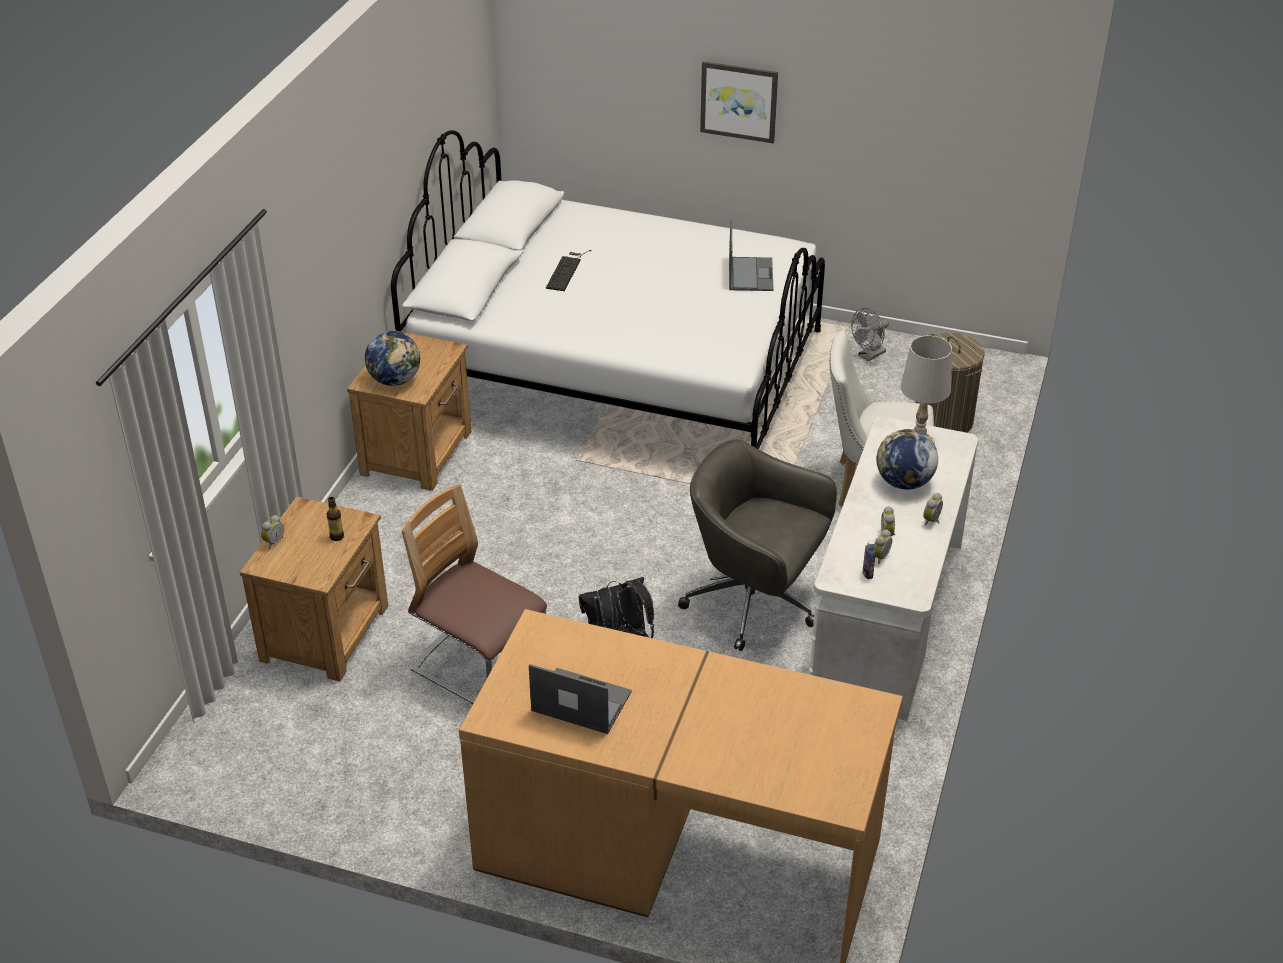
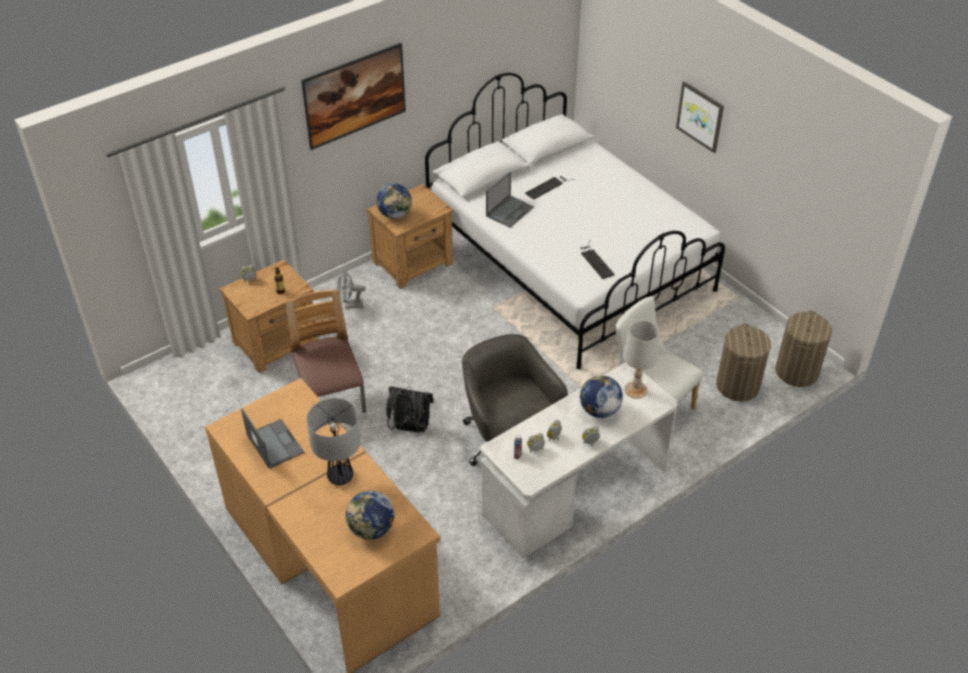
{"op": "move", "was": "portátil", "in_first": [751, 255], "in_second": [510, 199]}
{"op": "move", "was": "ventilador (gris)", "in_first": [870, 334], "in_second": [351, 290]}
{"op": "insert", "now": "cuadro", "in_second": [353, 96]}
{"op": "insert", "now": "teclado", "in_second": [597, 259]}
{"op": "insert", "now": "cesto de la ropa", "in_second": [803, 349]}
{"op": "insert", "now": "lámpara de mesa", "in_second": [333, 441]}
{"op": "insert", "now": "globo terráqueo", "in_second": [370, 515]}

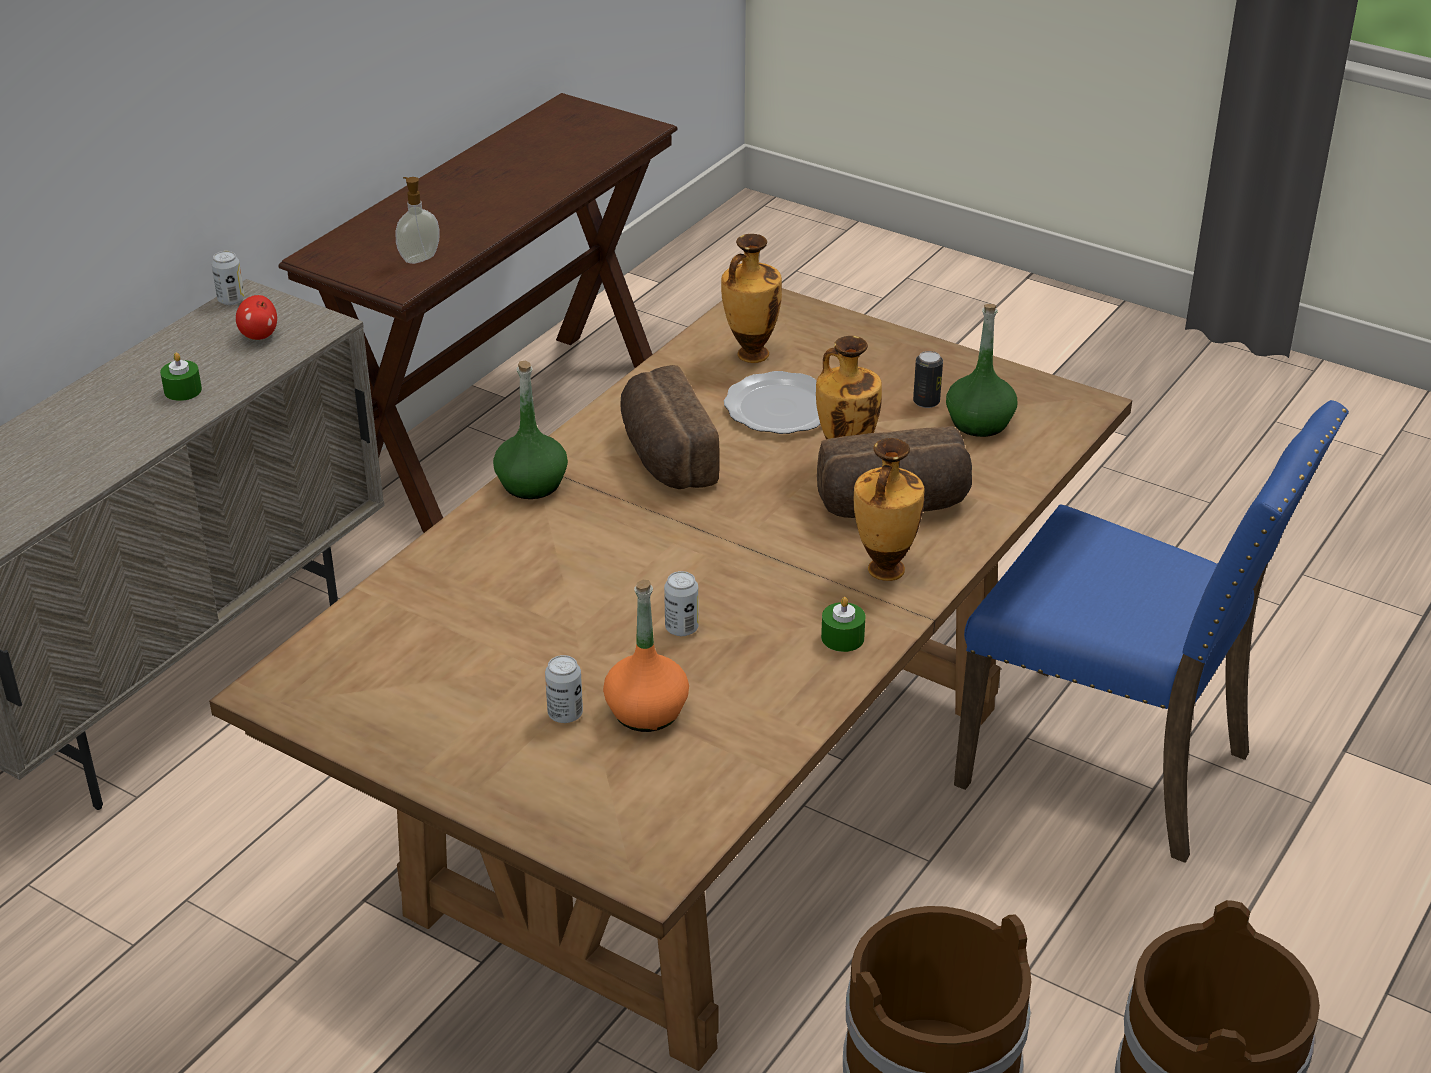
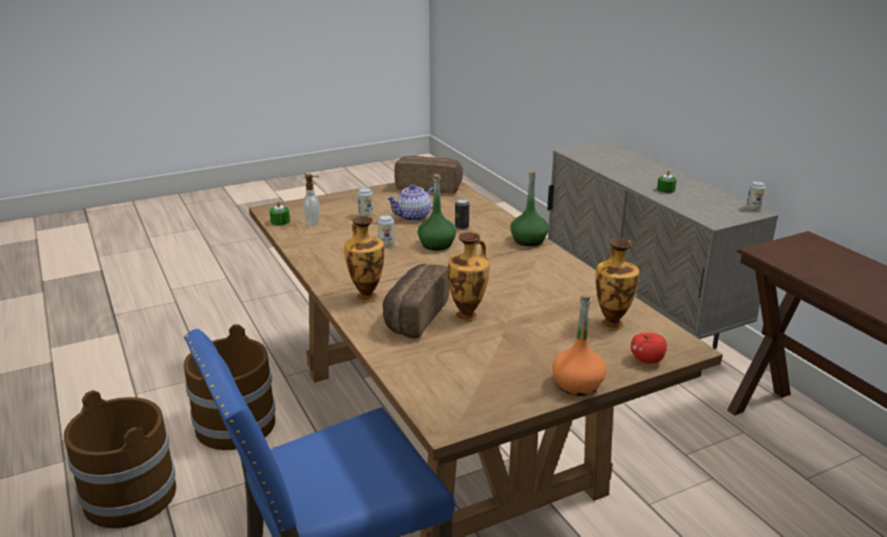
{"op": "move", "was": "dispensador de jabón", "in_first": [418, 220], "in_second": [311, 200]}
{"op": "move", "was": "manzana", "in_first": [256, 317], "in_second": [649, 348]}
{"op": "move", "was": "botella (verde)", "in_first": [981, 370], "in_second": [436, 212]}
{"op": "move", "was": "lata", "in_first": [928, 379], "in_second": [462, 214]}
{"op": "move", "was": "pan", "in_first": [670, 427], "in_second": [429, 174]}
{"op": "delete", "was": "plato", "in_first": [772, 402]}
{"op": "move", "was": "botella (naranja)", "in_first": [646, 656], "in_second": [579, 345]}
{"op": "move", "was": "vela (verde)", "in_first": [843, 624], "in_second": [279, 213]}
{"op": "insert", "now": "tetera", "in_second": [410, 202]}

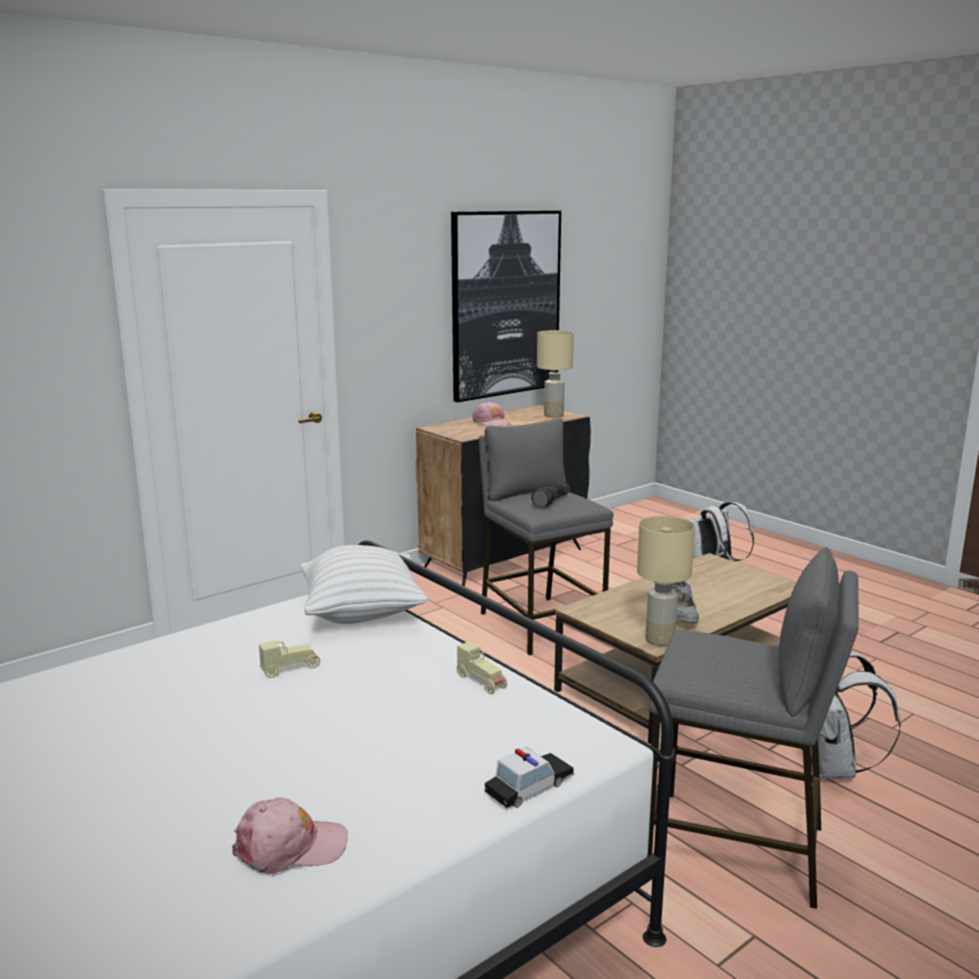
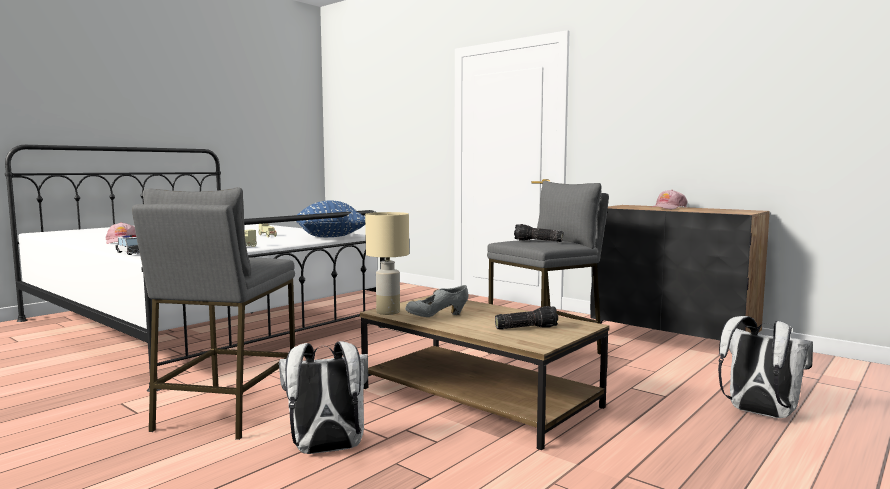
{"op": "delete", "was": "cuadro", "in_first": [506, 306]}
{"op": "delete", "was": "lámpara de mesa (beis)", "in_first": [555, 374]}
{"op": "recolor", "was": "cojín (blanco)", "now": "cojín (azul)", "in_first": [364, 584], "in_second": [330, 218]}
{"op": "insert", "now": "linterna", "in_second": [526, 318]}

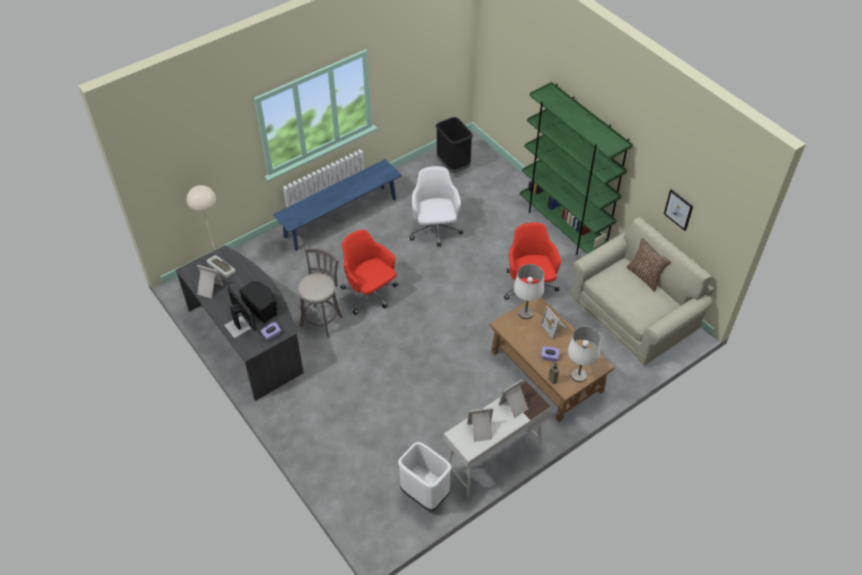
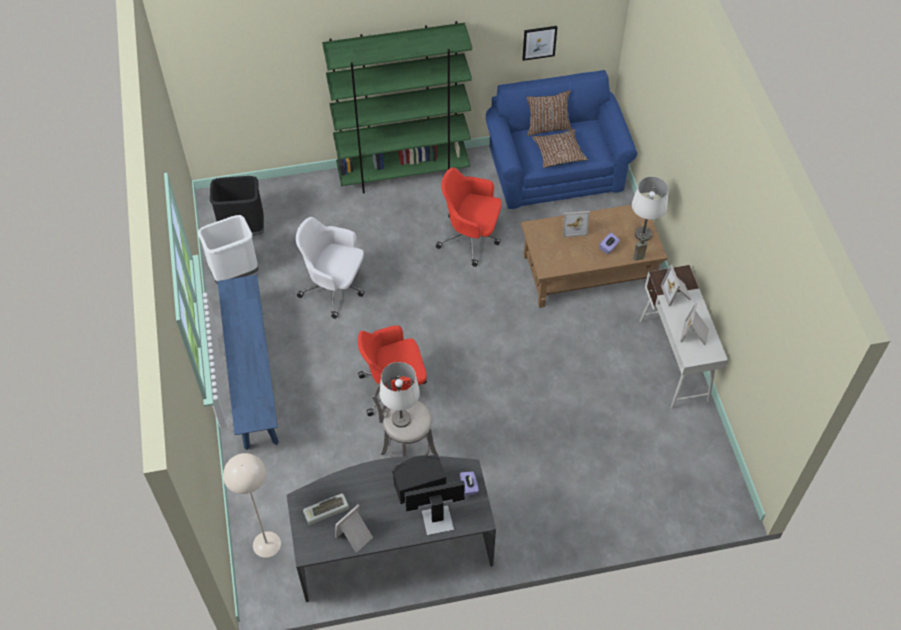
{"op": "recolor", "was": "sofá (beis)", "now": "sofá (azul)", "in_first": [642, 291], "in_second": [561, 139]}
{"op": "move", "was": "lámpara de mesa (blanco)", "in_first": [529, 291], "in_second": [399, 395]}
{"op": "move", "was": "papelera (blanco)", "in_first": [425, 477], "in_second": [228, 249]}
{"op": "insert", "now": "cojín (marrón)", "in_second": [560, 148]}

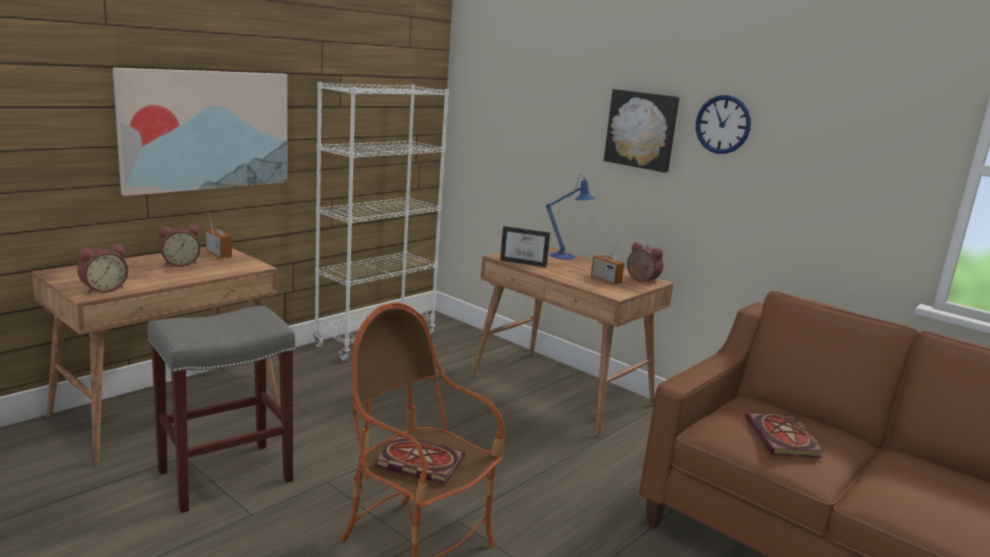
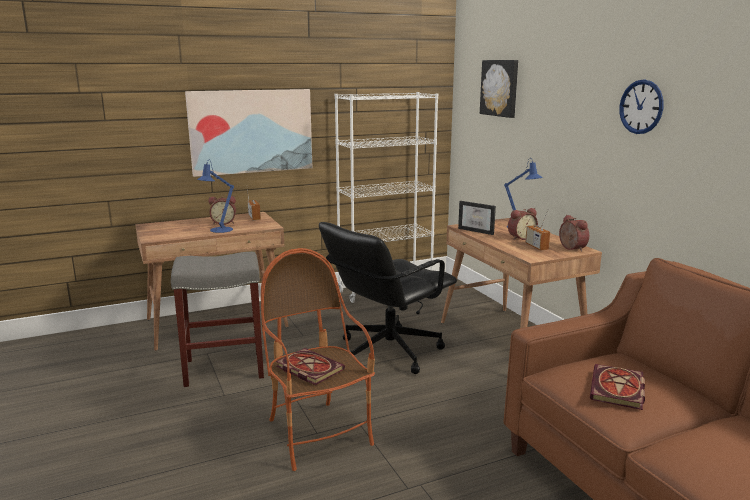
{"op": "move", "was": "cuadro", "in_first": [641, 130], "in_second": [499, 89]}
{"op": "move", "was": "despertador", "in_first": [102, 269], "in_second": [523, 224]}
{"op": "insert", "now": "lámpara de mesa (azul)", "in_second": [215, 196]}
{"op": "insert", "now": "silla de oficina (negro)", "in_second": [388, 298]}

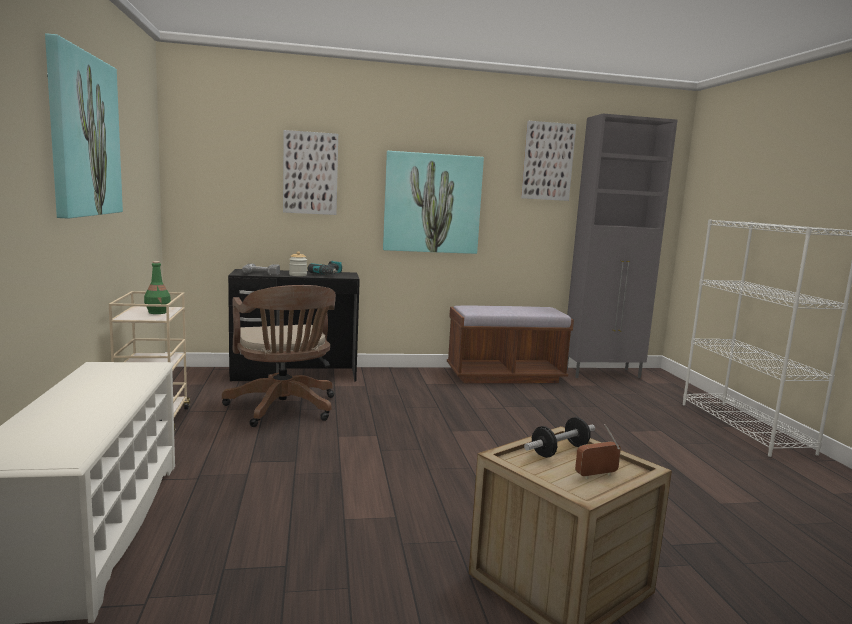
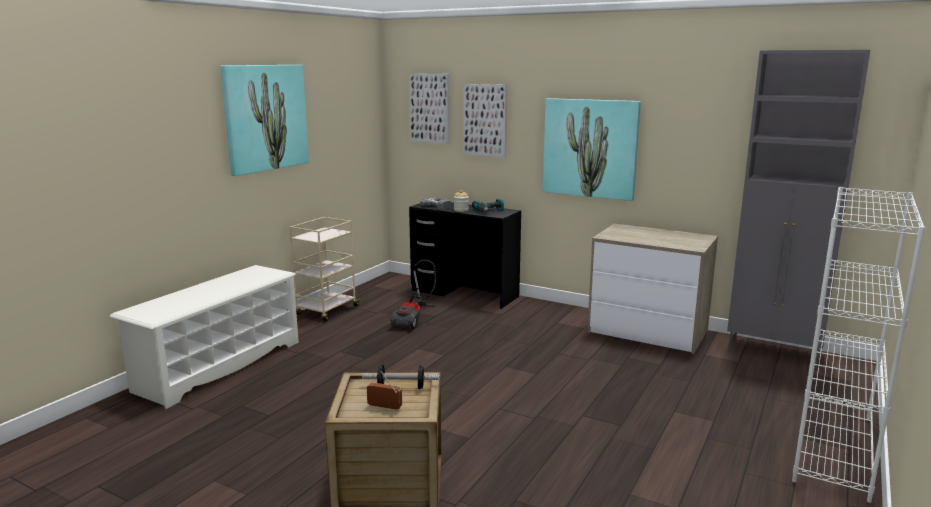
{"op": "move", "was": "cuadro", "in_first": [548, 161], "in_second": [429, 108]}
{"op": "delete", "was": "botella (verde)", "in_first": [157, 287]}
{"op": "replace", "was": "silla de oficina (marrón)", "now": "aspiradora", "in_first": [279, 356], "in_second": [413, 294]}
{"op": "replace", "was": "banco (marrón)", "now": "cómoda", "in_first": [510, 344], "in_second": [652, 289]}

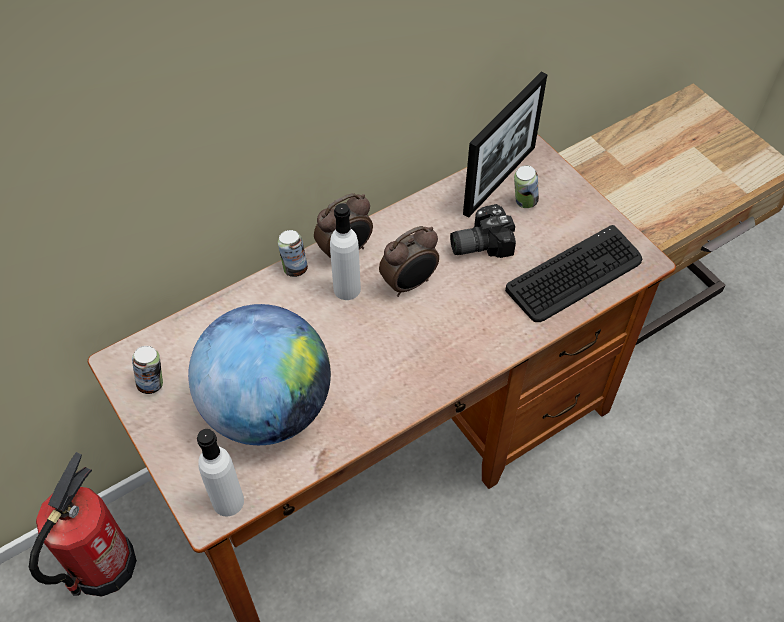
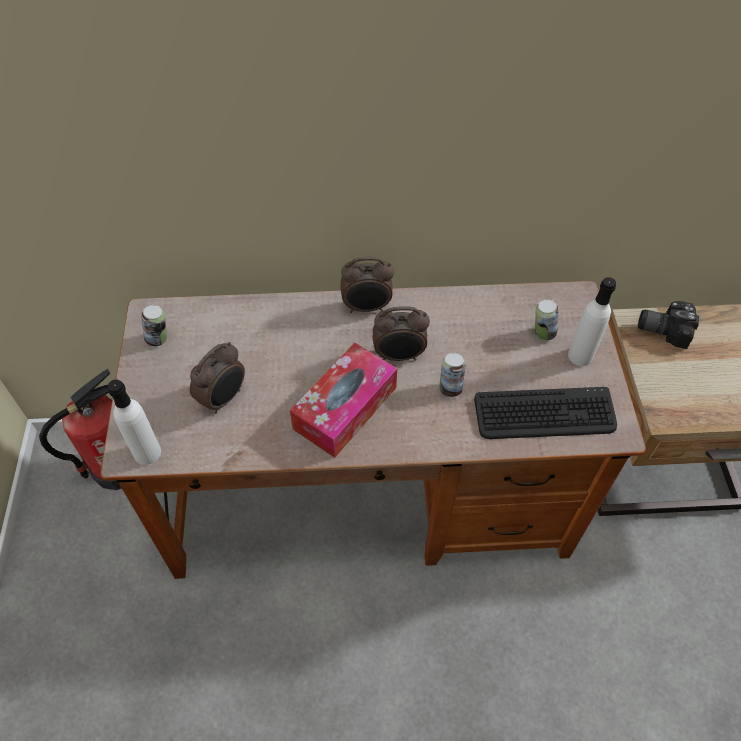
{"op": "delete", "was": "portarretratos", "in_first": [505, 144]}
{"op": "move", "was": "botella (blanco)", "in_first": [345, 251], "in_second": [592, 321]}
{"op": "move", "was": "cámara", "in_first": [483, 231], "in_second": [668, 325]}
{"op": "move", "was": "lata", "in_first": [293, 253], "in_second": [452, 375]}
{"op": "replace", "was": "globo terráqueo", "now": "despertador", "in_first": [259, 374], "in_second": [217, 378]}
{"op": "insert", "now": "caja de pañuelos", "in_second": [343, 400]}

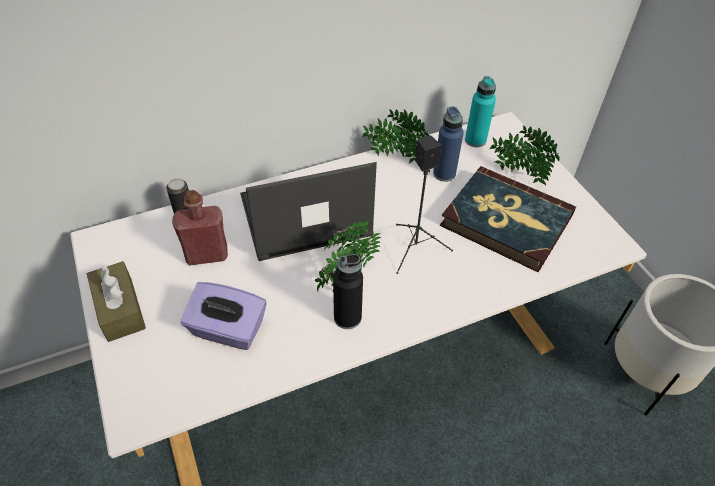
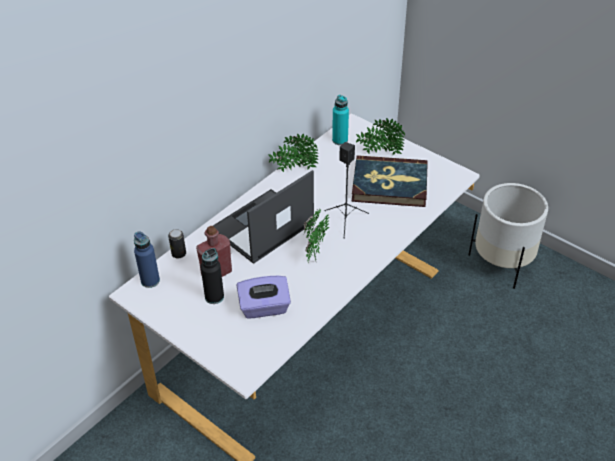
{"op": "move", "was": "botella (azul)", "in_first": [448, 144], "in_second": [147, 260]}
{"op": "move", "was": "botella (negro)", "in_first": [348, 291], "in_second": [212, 276]}
{"op": "delete", "was": "caja de pañuelos (marrón)", "in_first": [116, 301]}

